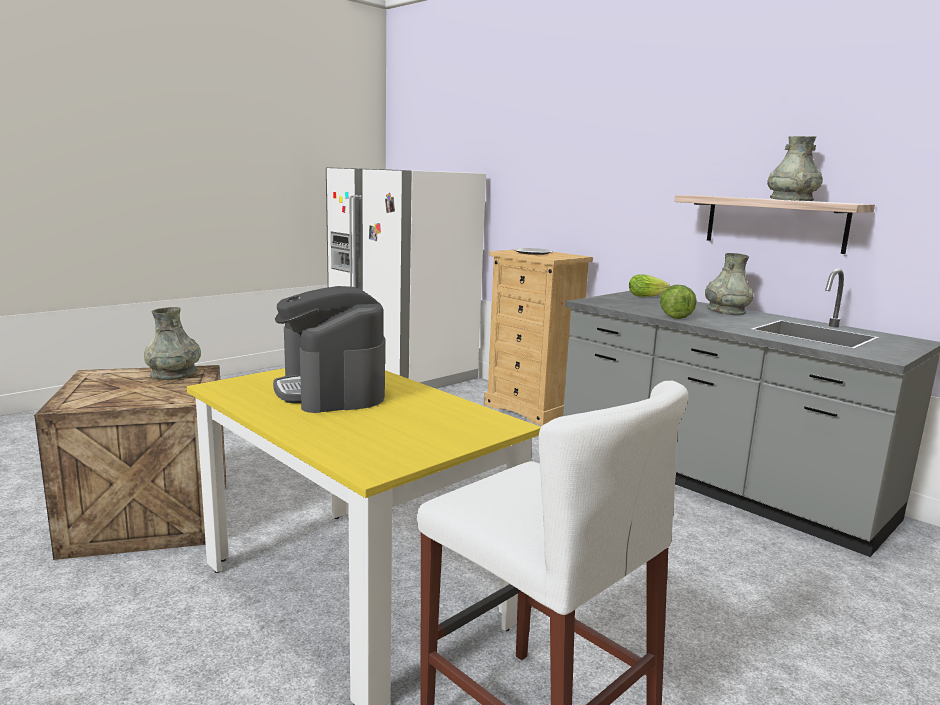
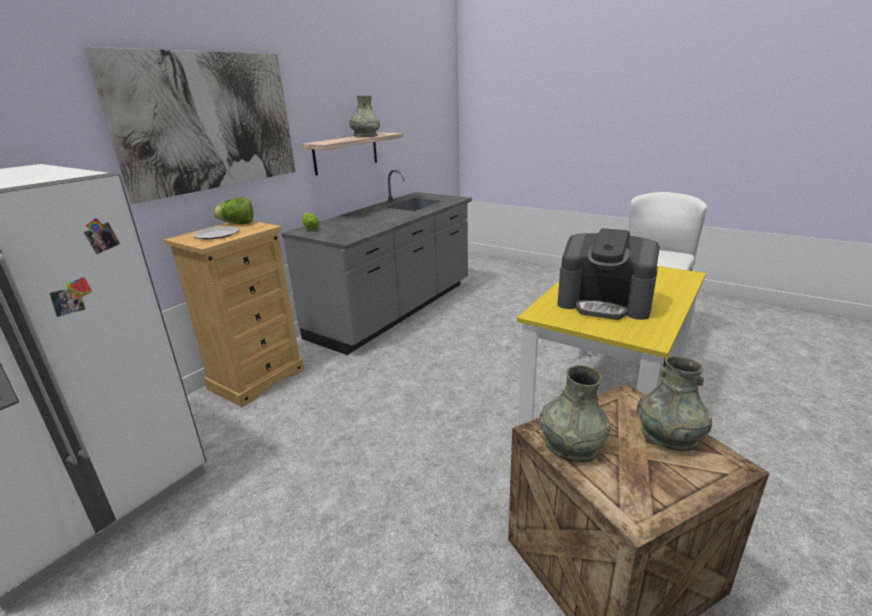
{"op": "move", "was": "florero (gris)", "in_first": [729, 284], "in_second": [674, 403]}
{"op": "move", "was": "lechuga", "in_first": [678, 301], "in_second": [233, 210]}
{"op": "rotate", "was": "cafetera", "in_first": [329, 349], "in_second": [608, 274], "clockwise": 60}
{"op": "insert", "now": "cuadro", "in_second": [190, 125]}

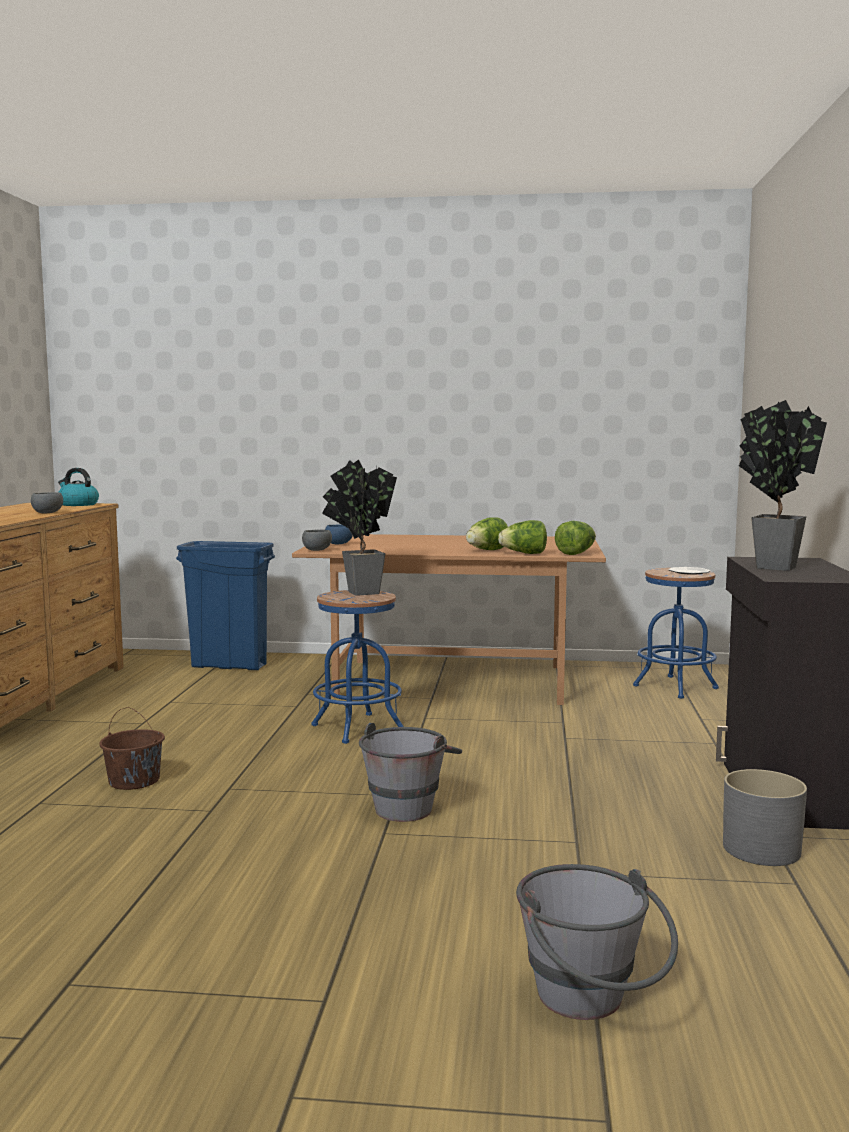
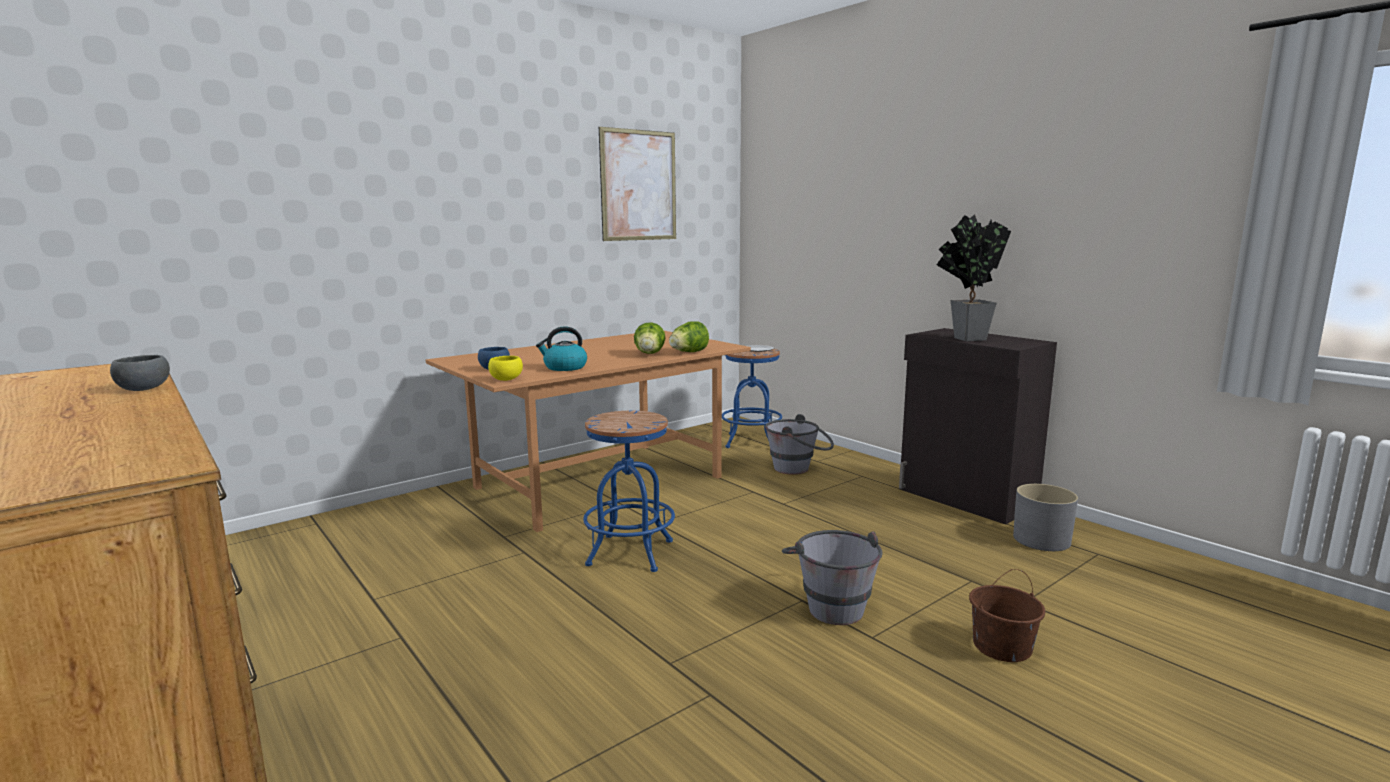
{"op": "delete", "was": "planta en maceta", "in_first": [359, 527]}
{"op": "move", "was": "hervidor", "in_first": [78, 487], "in_second": [561, 349]}
{"op": "delete", "was": "lechuga", "in_first": [575, 538]}
{"op": "recolor", "was": "cuenco (gris)", "now": "cuenco (amarillo)", "in_first": [317, 540], "in_second": [505, 368]}
{"op": "delete", "was": "papelera (azul)", "in_first": [225, 605]}
{"op": "move", "was": "cubo (marrón)", "in_first": [132, 748], "in_second": [1007, 615]}
{"op": "move", "was": "cubo (gris)", "in_first": [597, 942], "in_second": [799, 444]}
{"op": "insert", "now": "cuadro", "in_second": [637, 184]}

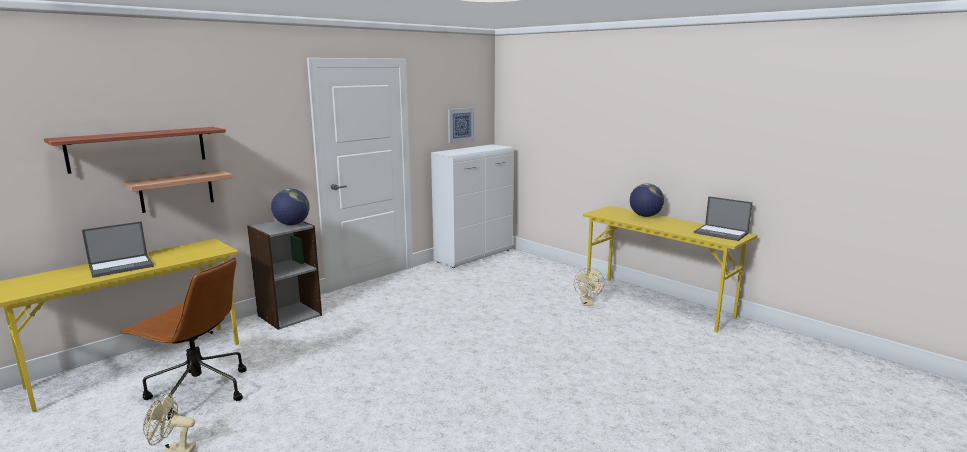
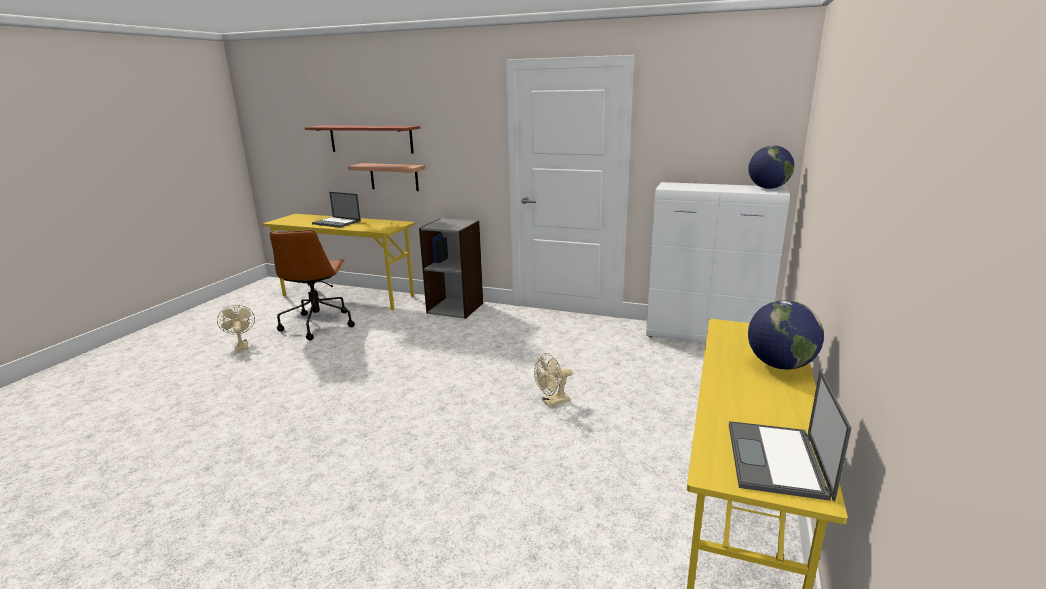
{"op": "delete", "was": "cuadro", "in_first": [461, 125]}
{"op": "move", "was": "globo terráqueo", "in_first": [290, 207], "in_second": [771, 167]}
{"op": "move", "was": "ventilador (beis)", "in_first": [589, 286], "in_second": [553, 380]}

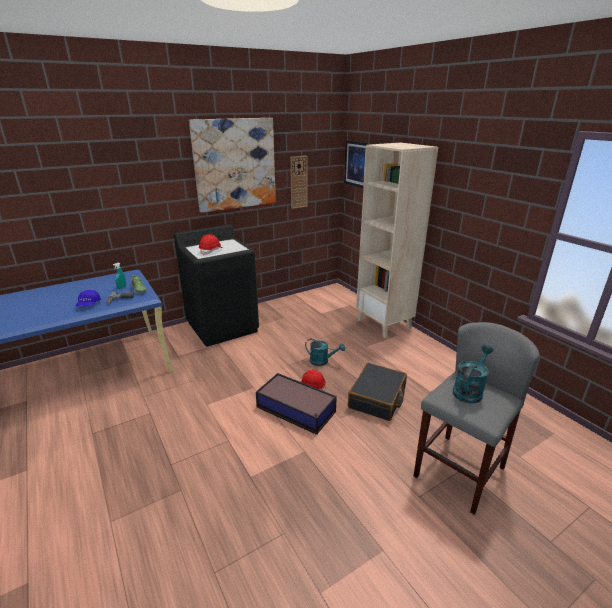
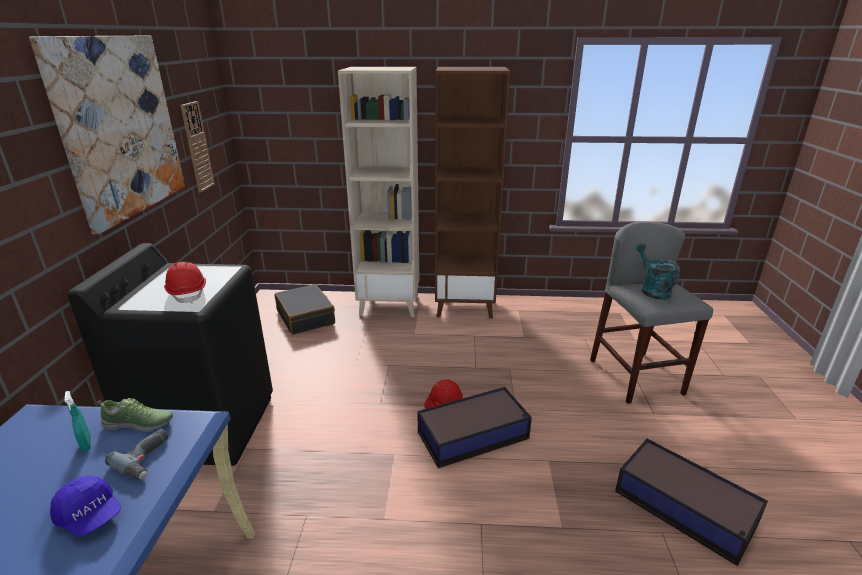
{"op": "delete", "was": "cuadro", "in_first": [357, 164]}
{"op": "delete", "was": "regadera (turquesa)", "in_first": [325, 352]}
{"op": "move", "was": "maleta (negro)", "in_first": [377, 392], "in_second": [305, 309]}
{"op": "insert", "now": "estantería (marrón)", "in_second": [472, 193]}
{"op": "insert", "now": "caja de almacenaje", "in_second": [691, 502]}

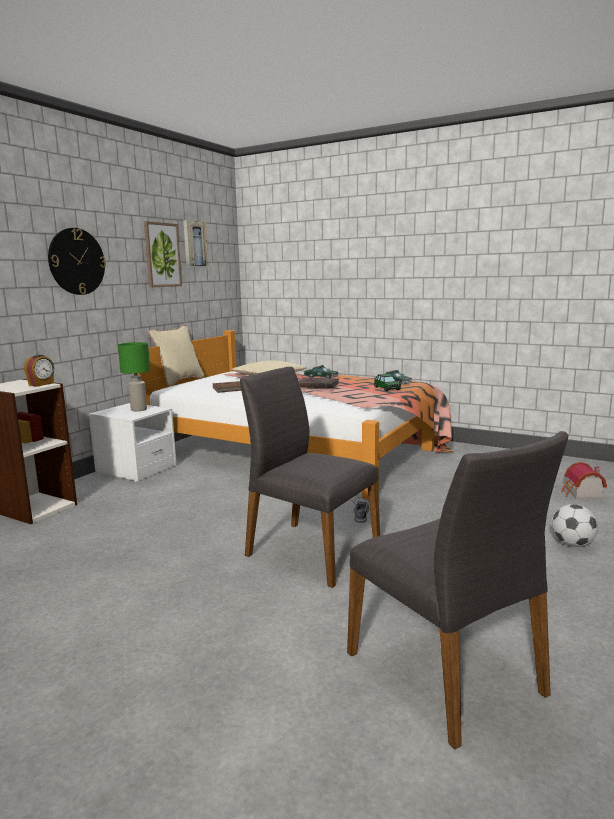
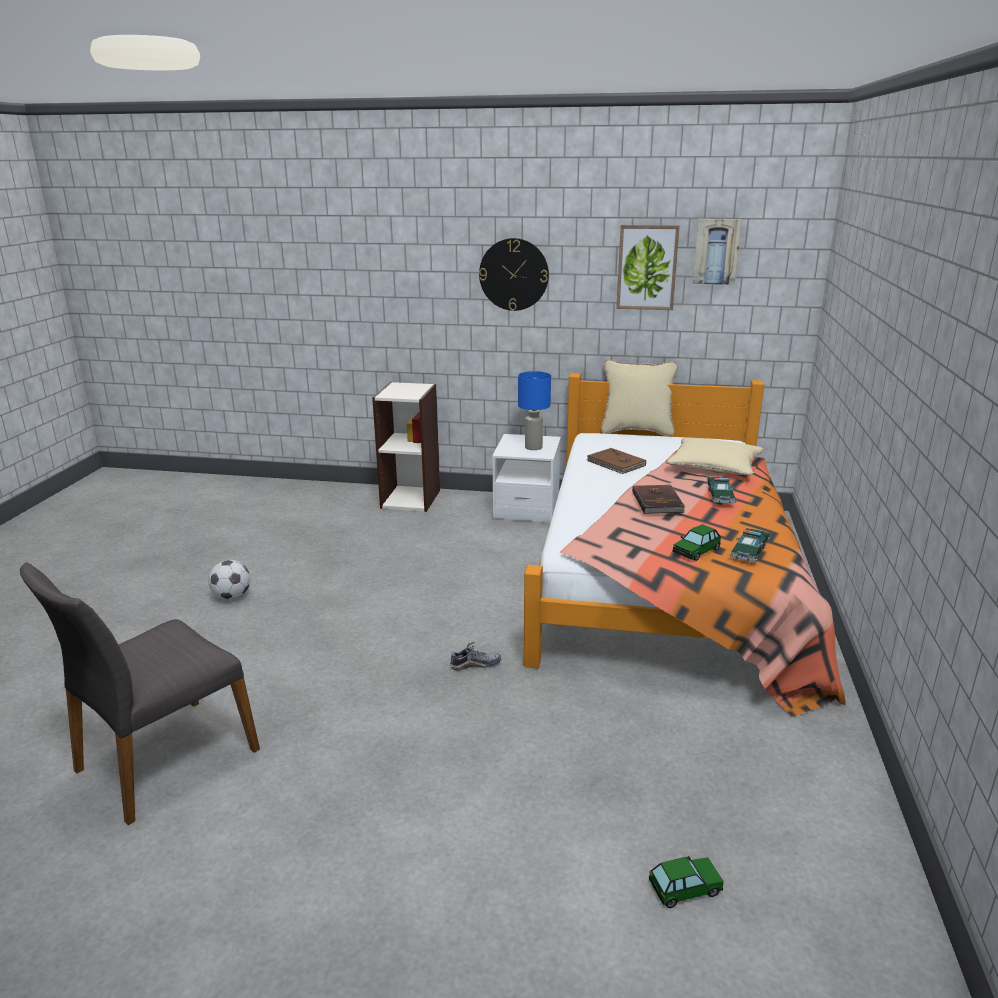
{"op": "recolor", "was": "lámpara de mesa (verde)", "now": "lámpara de mesa (azul)", "in_first": [134, 376], "in_second": [534, 410]}
{"op": "delete", "was": "despertador", "in_first": [39, 370]}
{"op": "delete", "was": "silla (gris)", "in_first": [310, 477]}
{"op": "replace", "was": "casita", "now": "coche de juguete", "in_first": [584, 480], "in_second": [686, 882]}
{"op": "move", "was": "balón de fútbol", "in_first": [575, 525], "in_second": [229, 580]}

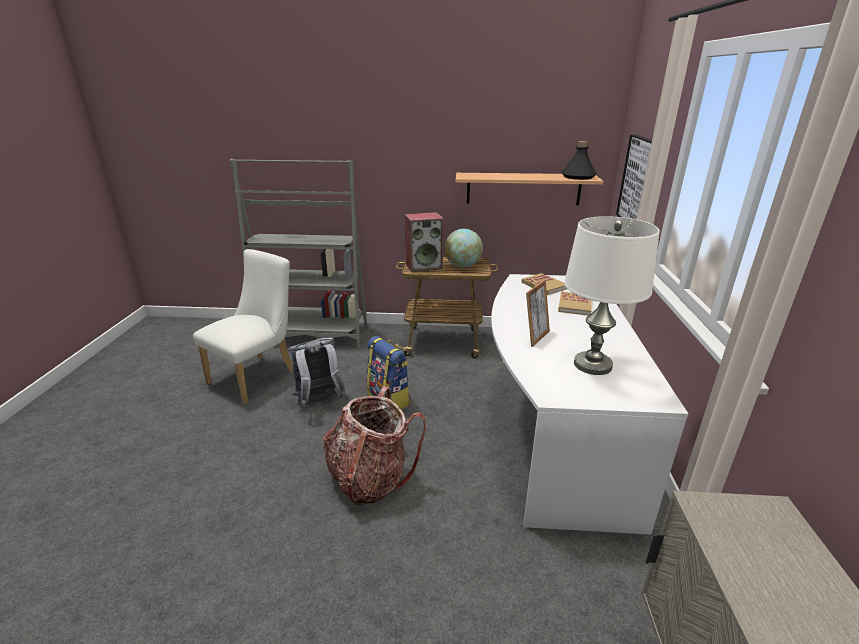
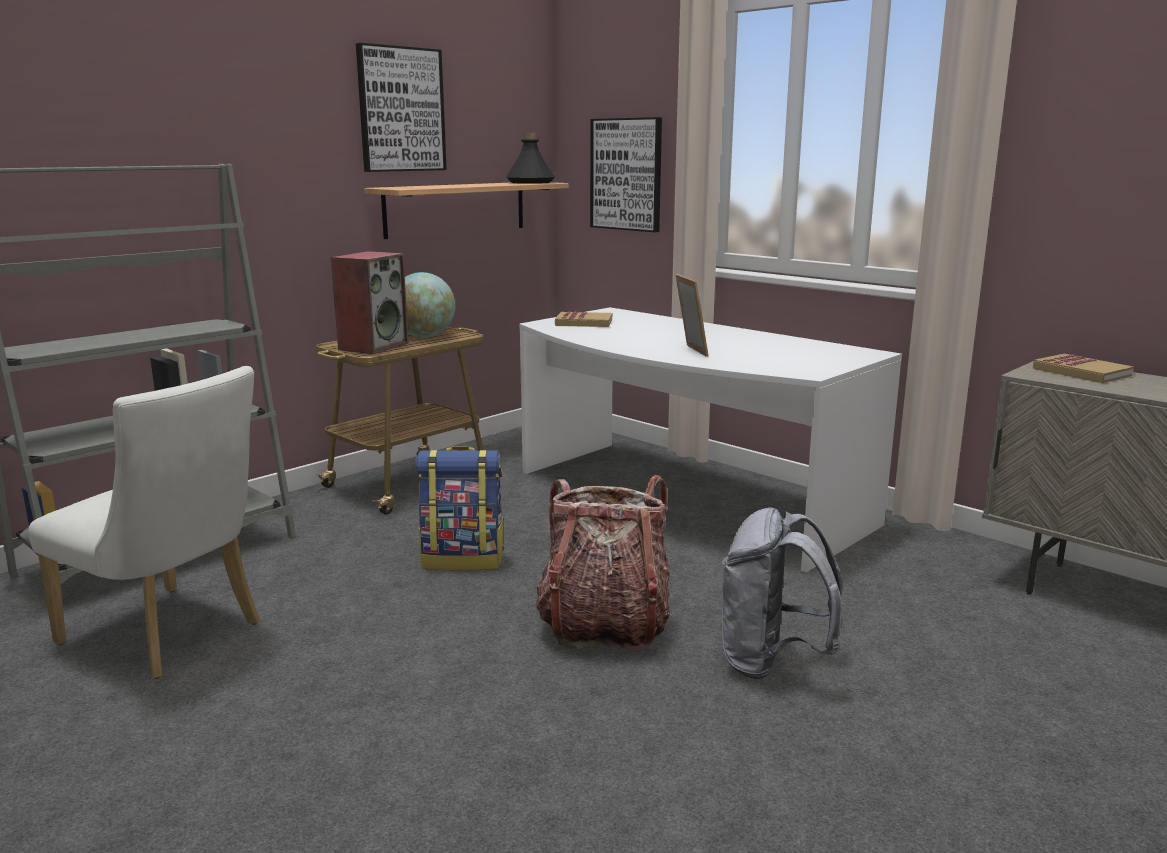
{"op": "delete", "was": "lámpara de mesa (blanco)", "in_first": [612, 295]}
{"op": "rotate", "was": "silla (blanco)", "in_first": [243, 326], "in_second": [144, 522], "clockwise": 135}
{"op": "move", "was": "libro", "in_first": [575, 304], "in_second": [1083, 368]}
{"op": "move", "was": "mochila (gris)", "in_first": [317, 372], "in_second": [782, 593]}
{"op": "insert", "now": "cuadro", "in_second": [401, 107]}

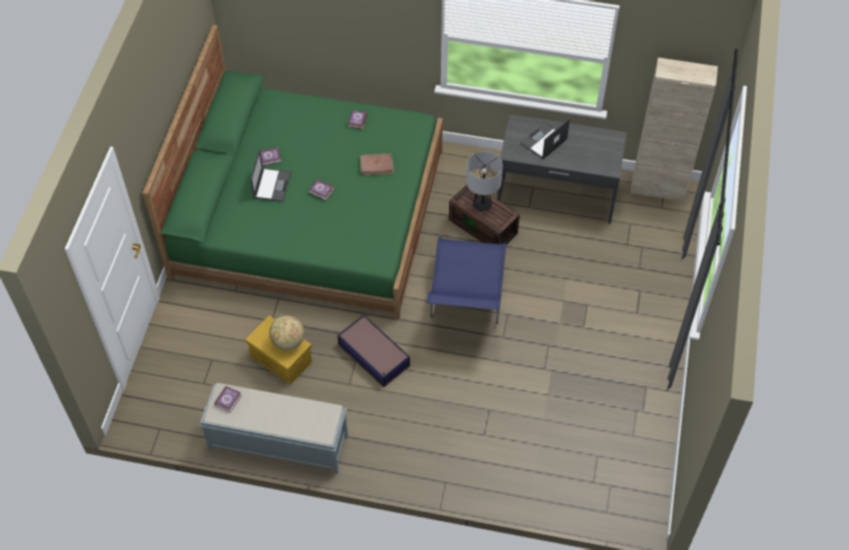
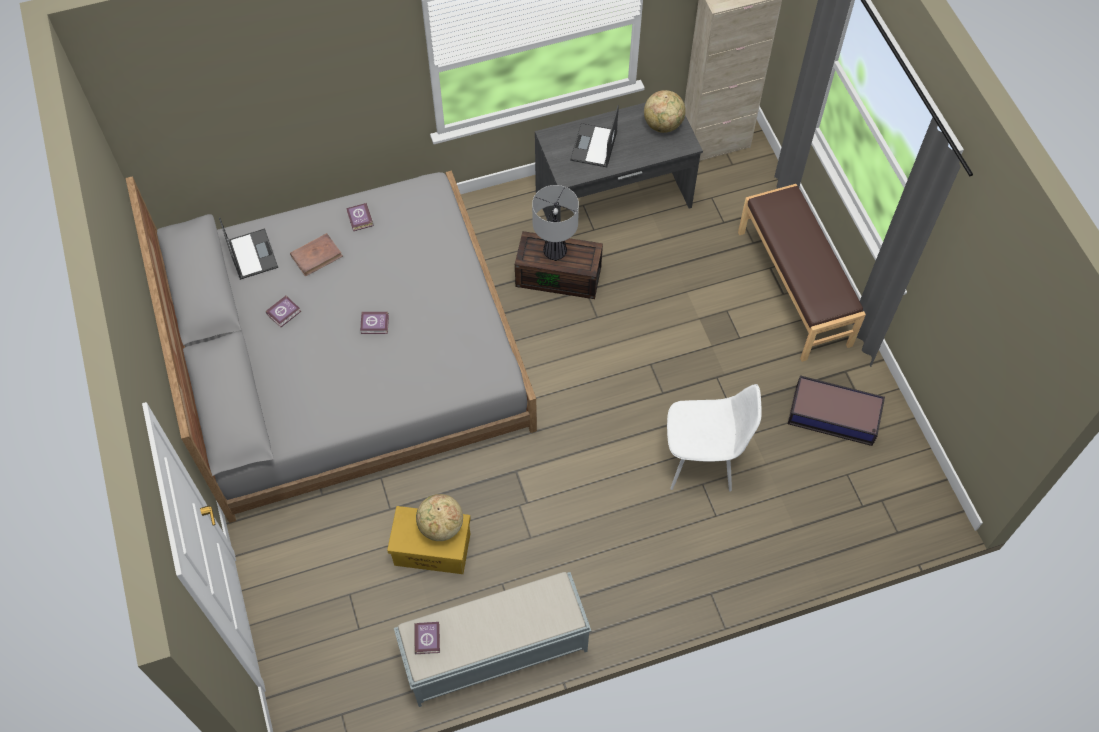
{"op": "recolor", "was": "cama (verde)", "now": "cama (gris)", "in_first": [293, 172], "in_second": [331, 347]}
{"op": "move", "was": "portátil", "in_first": [270, 175], "in_second": [248, 248]}
{"op": "move", "was": "libro (marrón)", "in_first": [377, 164], "in_second": [316, 255]}
{"op": "delete", "was": "silla (azul)", "in_first": [466, 280]}
{"op": "move", "was": "caja de almacenaje", "in_first": [374, 351], "in_second": [836, 410]}
{"op": "insert", "now": "globo terráqueo", "in_second": [665, 111]}
{"op": "insert", "now": "banco (marrón)", "in_second": [802, 273]}
{"op": "insert", "now": "silla (blanco)", "in_second": [714, 437]}

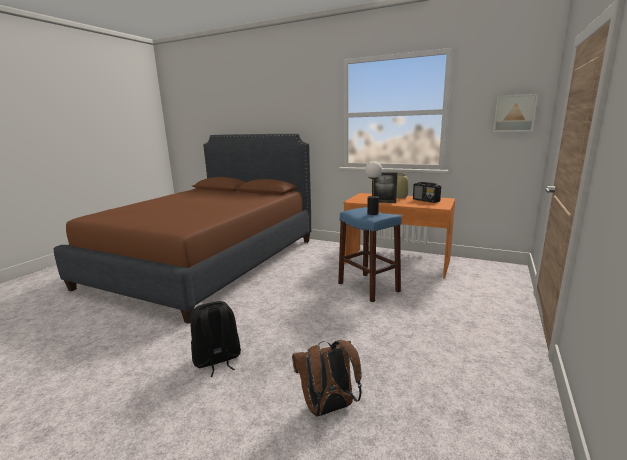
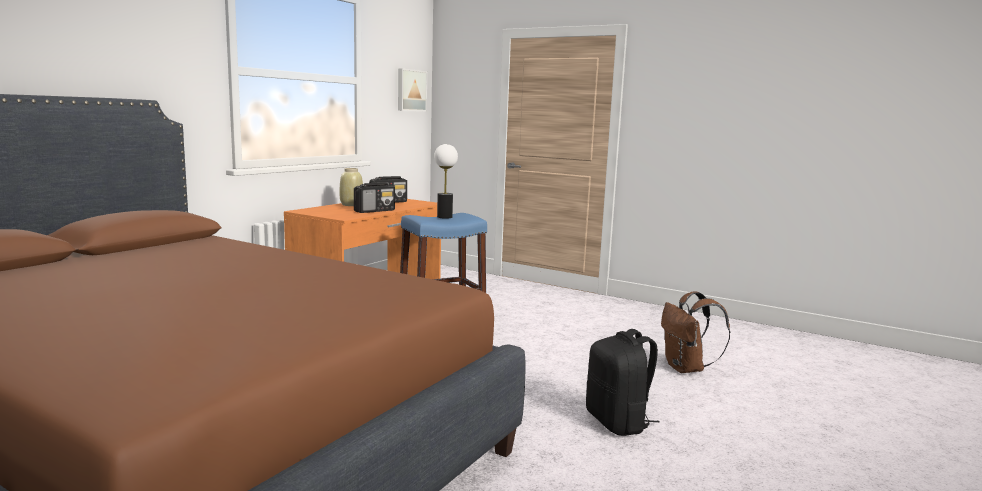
{"op": "replace", "was": "portarretratos", "now": "radio", "in_first": [384, 187], "in_second": [374, 197]}

